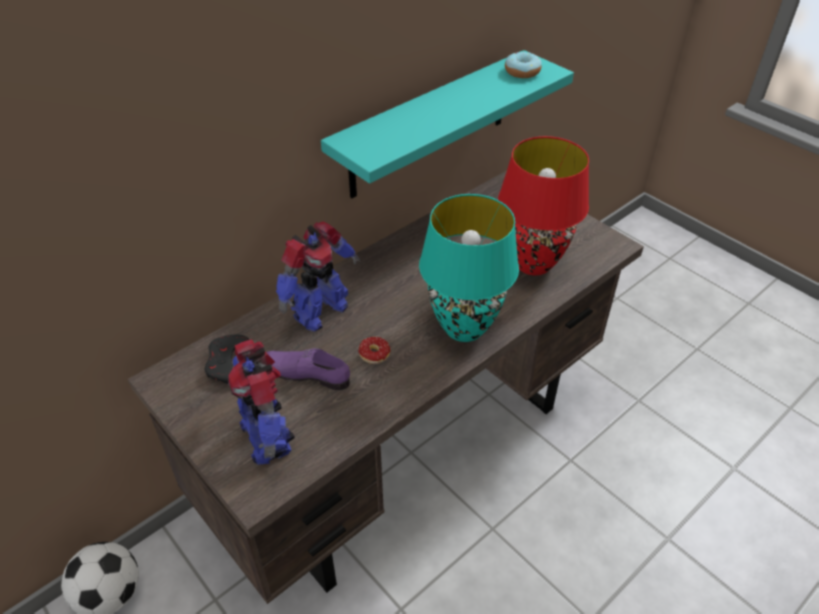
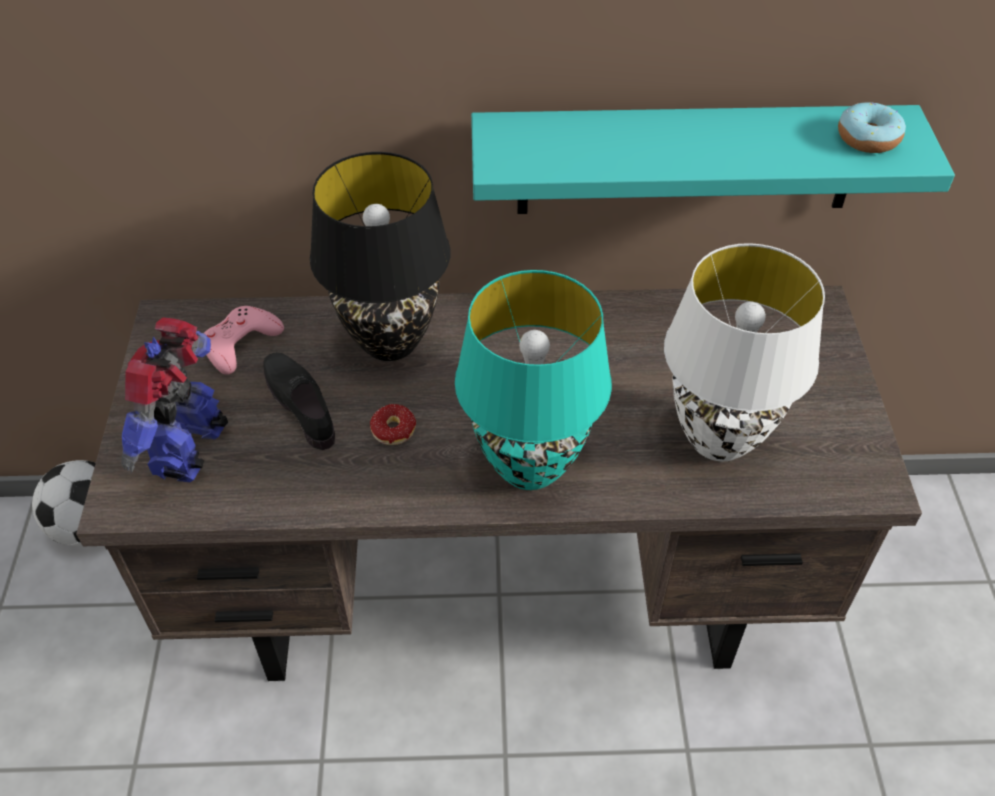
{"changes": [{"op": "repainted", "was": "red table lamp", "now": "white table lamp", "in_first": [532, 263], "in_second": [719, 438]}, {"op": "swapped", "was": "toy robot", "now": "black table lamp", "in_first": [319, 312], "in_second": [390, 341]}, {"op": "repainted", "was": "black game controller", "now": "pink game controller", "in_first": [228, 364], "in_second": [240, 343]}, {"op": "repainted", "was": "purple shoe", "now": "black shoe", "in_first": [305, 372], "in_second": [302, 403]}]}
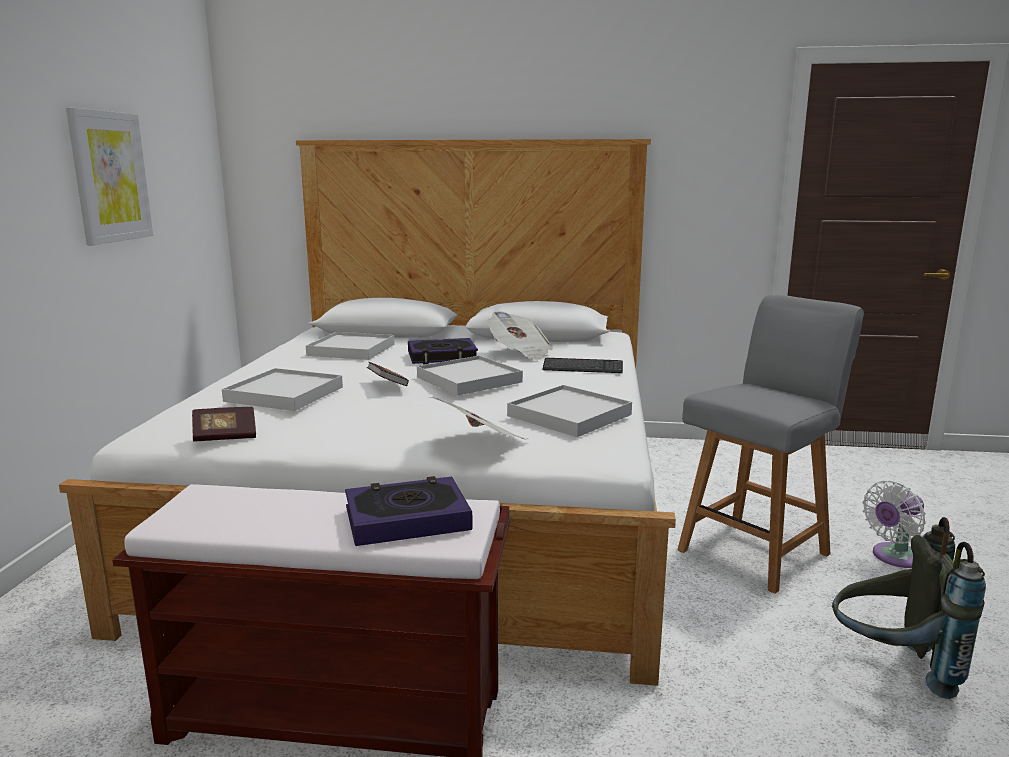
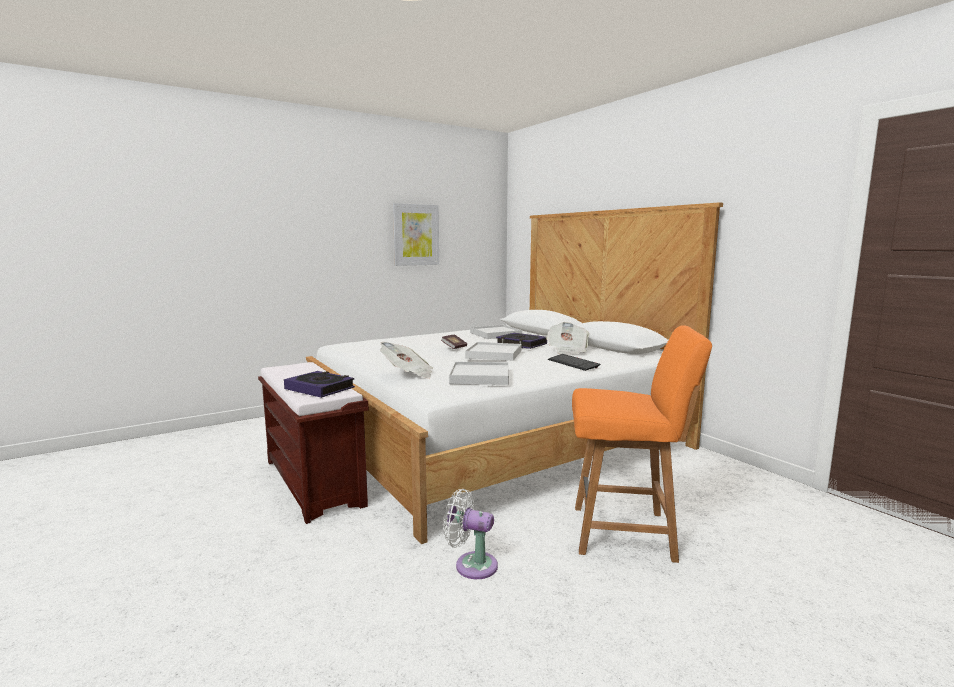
{"changes": [{"op": "repainted", "was": "grey chair", "now": "orange chair", "in_first": [756, 551], "in_second": [625, 533]}, {"op": "gone", "was": "white tray", "in_first": [284, 394]}, {"op": "gone", "was": "book", "in_first": [225, 436]}, {"op": "shifted", "was": "white fan", "in_first": [894, 557], "in_second": [472, 565]}, {"op": "gone", "was": "grey backpack", "in_first": [891, 667]}]}
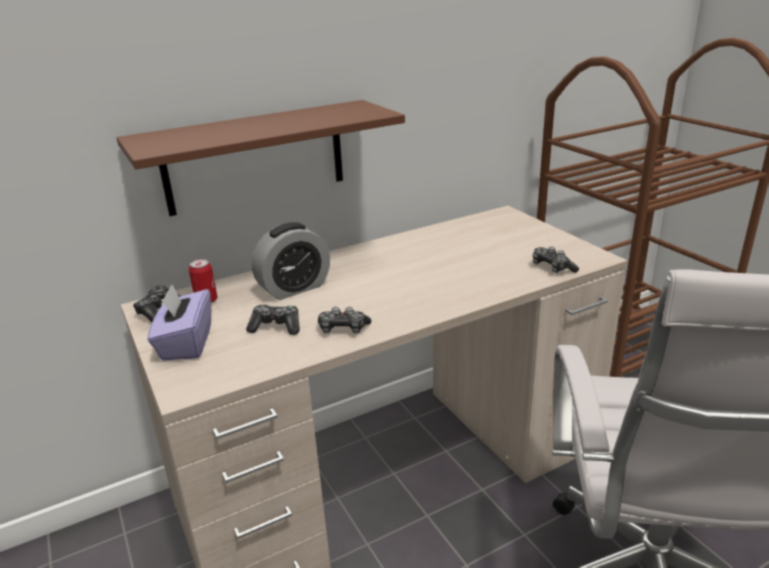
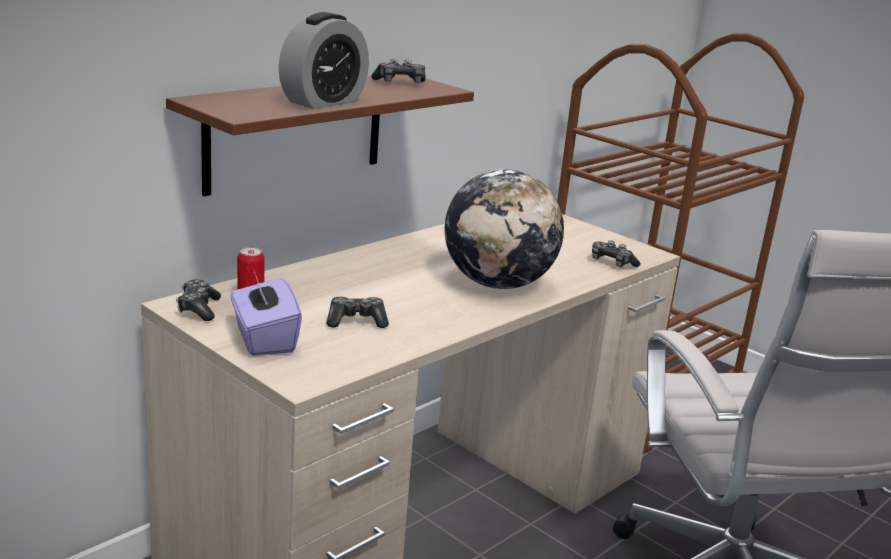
{"changes": [{"op": "shifted", "was": "alarm clock", "in_first": [294, 288], "in_second": [323, 102]}, {"op": "shifted", "was": "game controller", "in_first": [343, 329], "in_second": [400, 83]}, {"op": "new", "now": "globe", "in_second": [498, 284]}]}
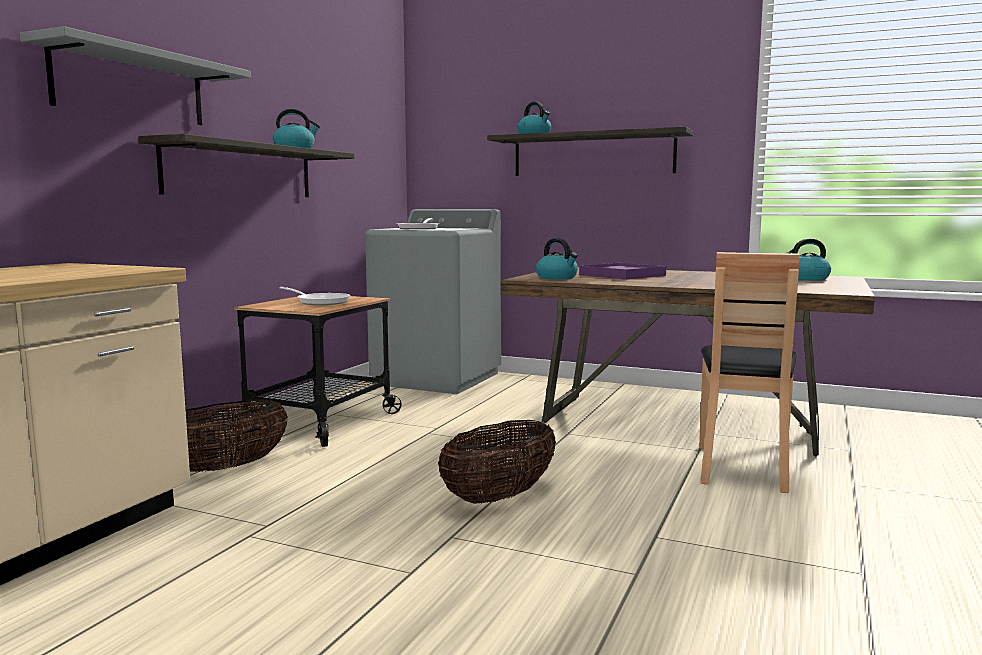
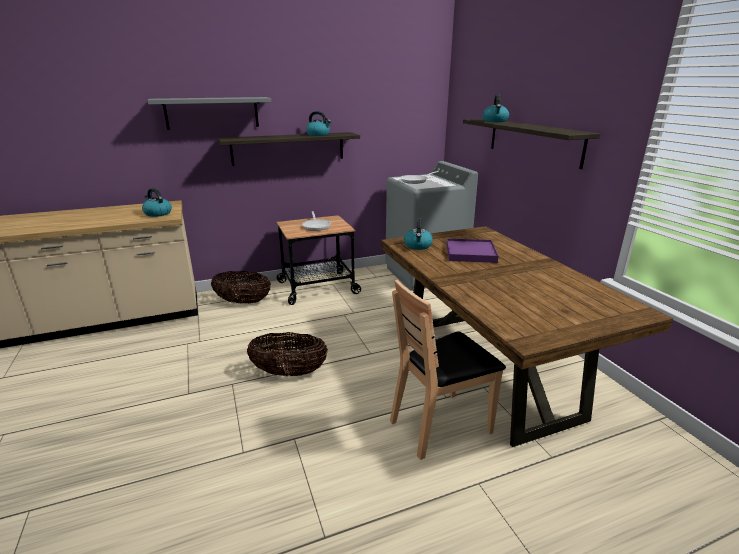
{"changes": [{"op": "shifted", "was": "kettle", "in_first": [806, 279], "in_second": [157, 213]}]}
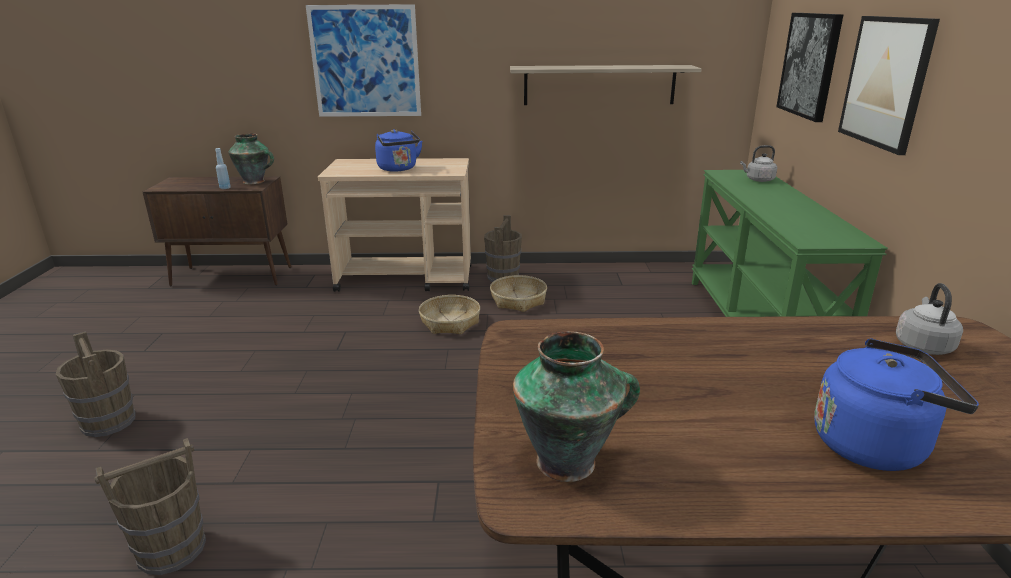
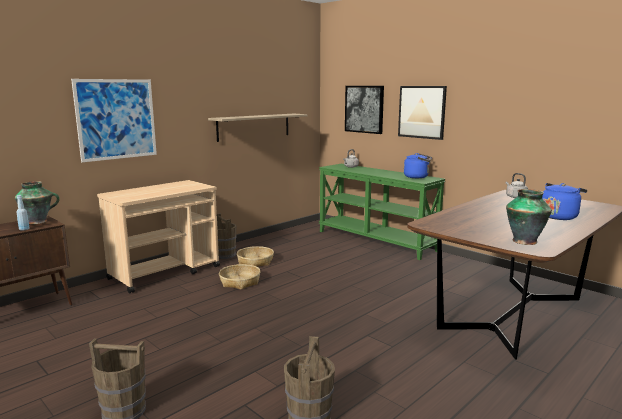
{"changes": [{"op": "shifted", "was": "blue kettle", "in_first": [398, 169], "in_second": [417, 177]}]}
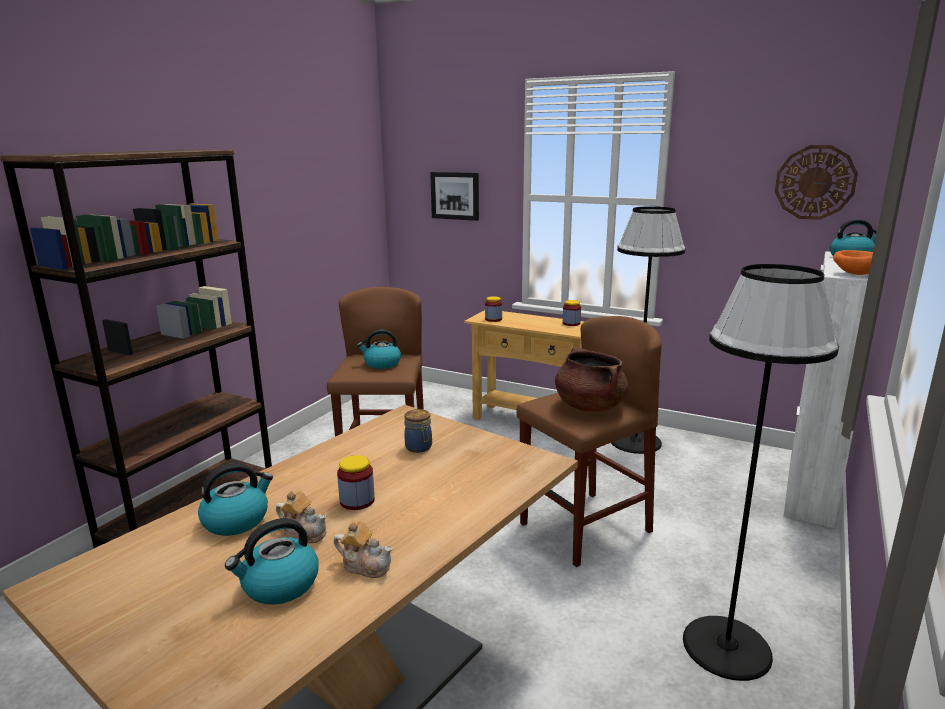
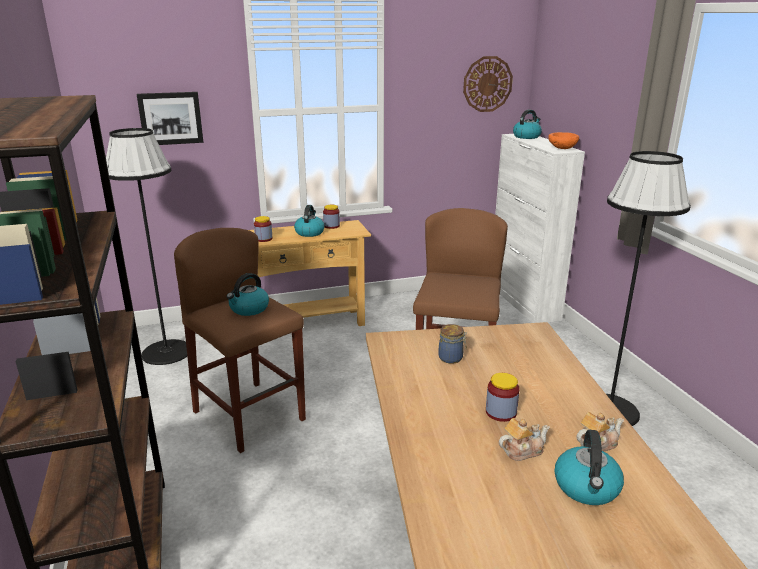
{"changes": [{"op": "shifted", "was": "black floor lamp", "in_first": [635, 441], "in_second": [167, 352]}, {"op": "gone", "was": "brown cooking pot", "in_first": [589, 406]}, {"op": "shifted", "was": "kettle", "in_first": [237, 520], "in_second": [309, 232]}]}
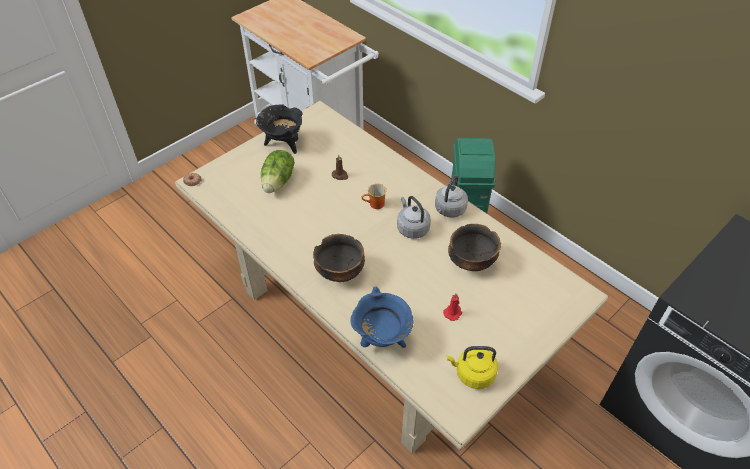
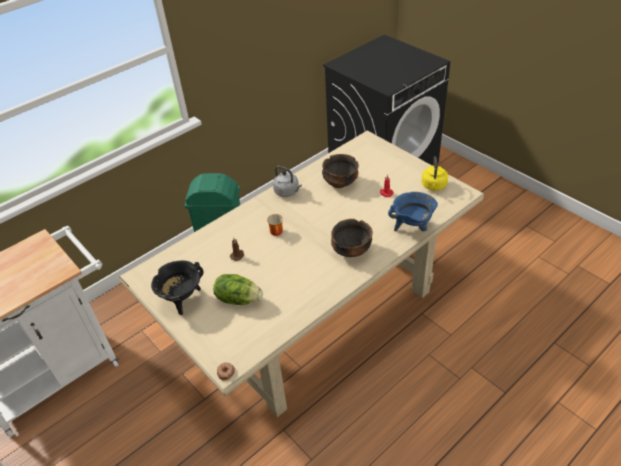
{"changes": [{"op": "gone", "was": "grey kettle", "in_first": [412, 228]}]}
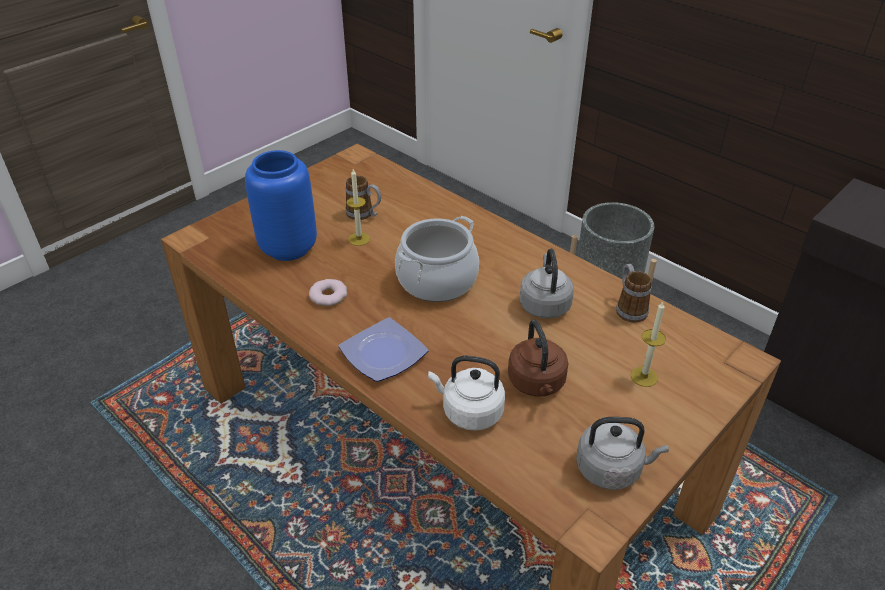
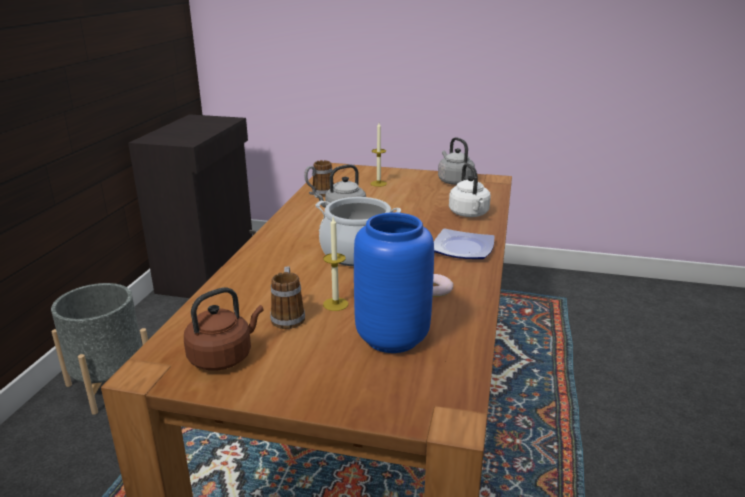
{"changes": [{"op": "shifted", "was": "brown kettle", "in_first": [537, 384], "in_second": [223, 357]}]}
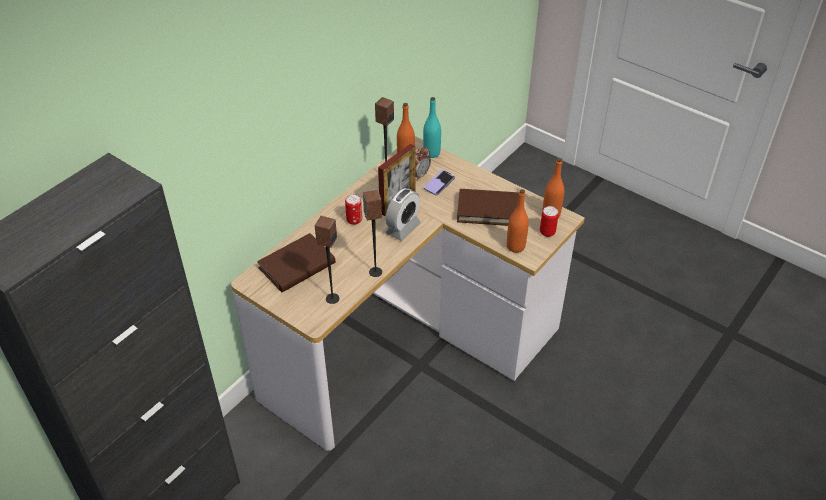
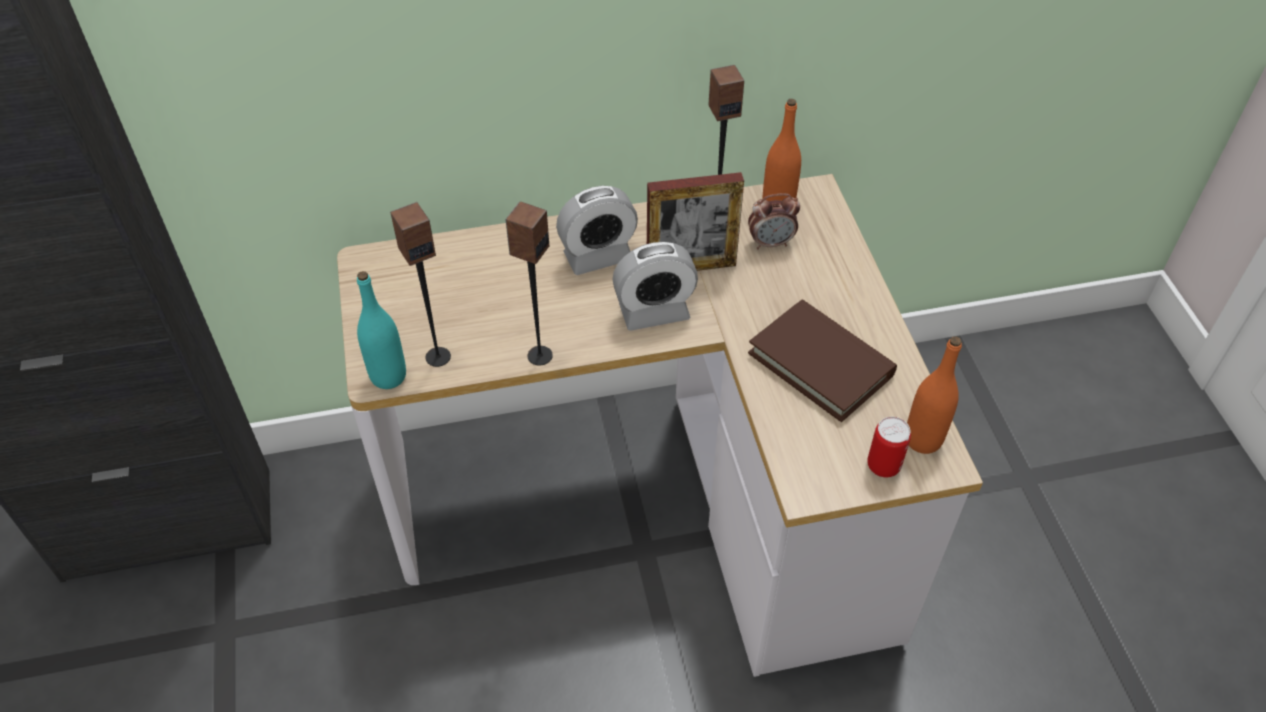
{"changes": [{"op": "shifted", "was": "turquoise bottle", "in_first": [431, 153], "in_second": [388, 376]}, {"op": "gone", "was": "phone", "in_first": [439, 183]}, {"op": "gone", "was": "orange bottle", "in_first": [515, 247]}, {"op": "swapped", "was": "can", "now": "alarm clock", "in_first": [354, 220], "in_second": [598, 256]}, {"op": "gone", "was": "brown book", "in_first": [297, 266]}]}
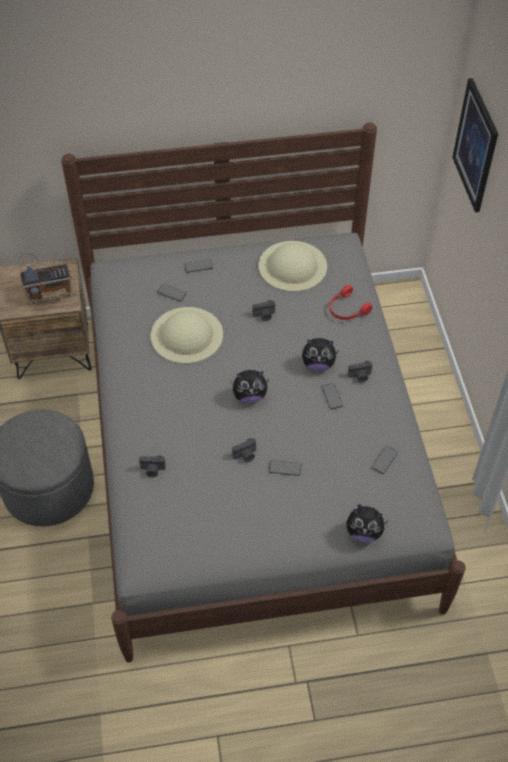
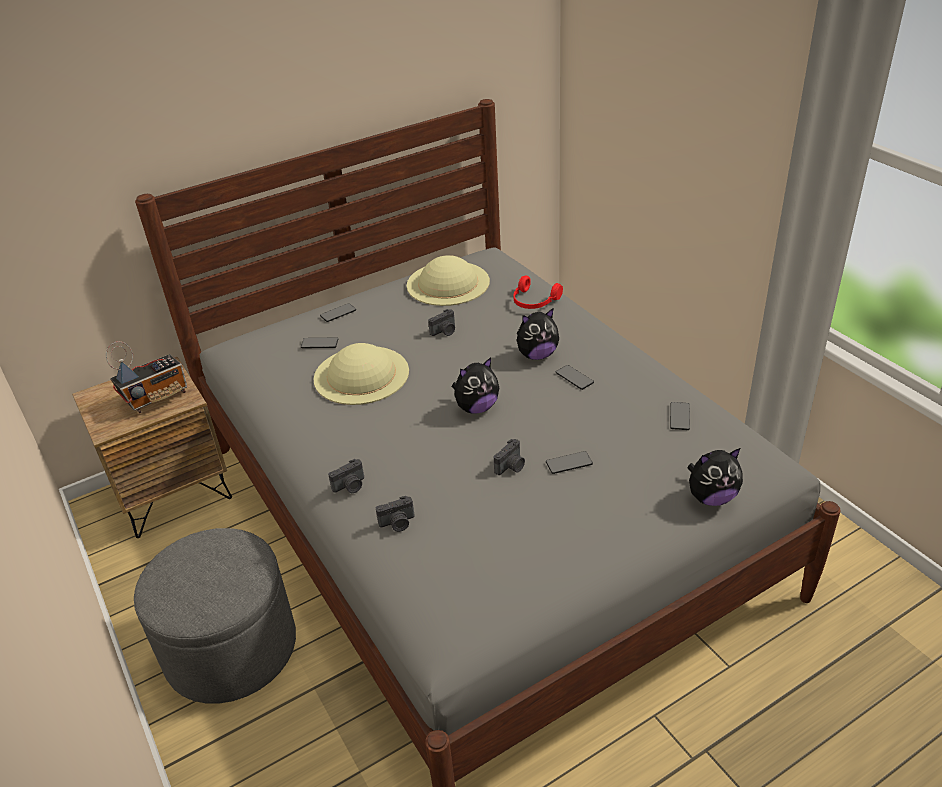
{"changes": [{"op": "gone", "was": "picture", "in_first": [476, 146]}, {"op": "shifted", "was": "photo camera", "in_first": [360, 376], "in_second": [350, 486]}]}
